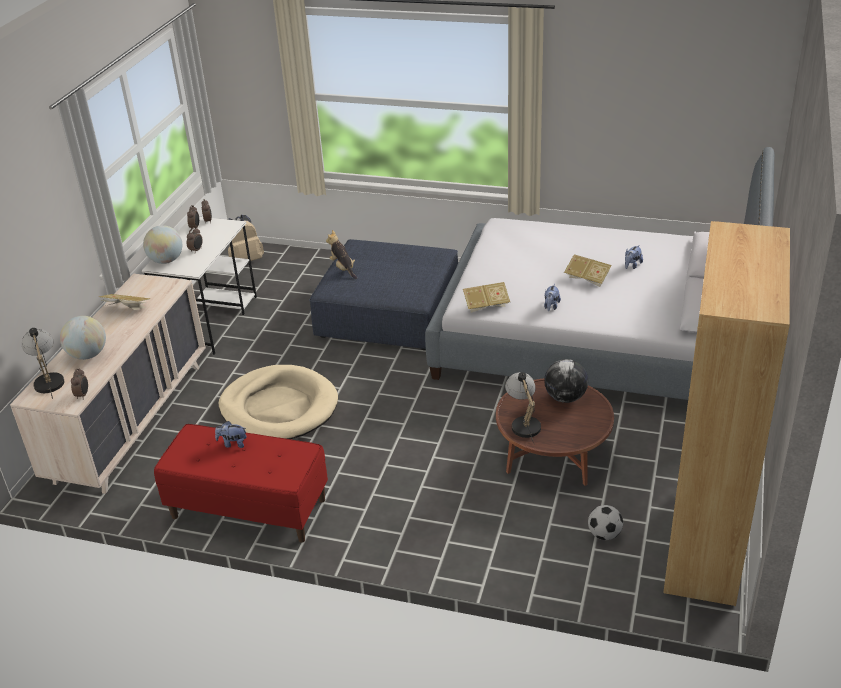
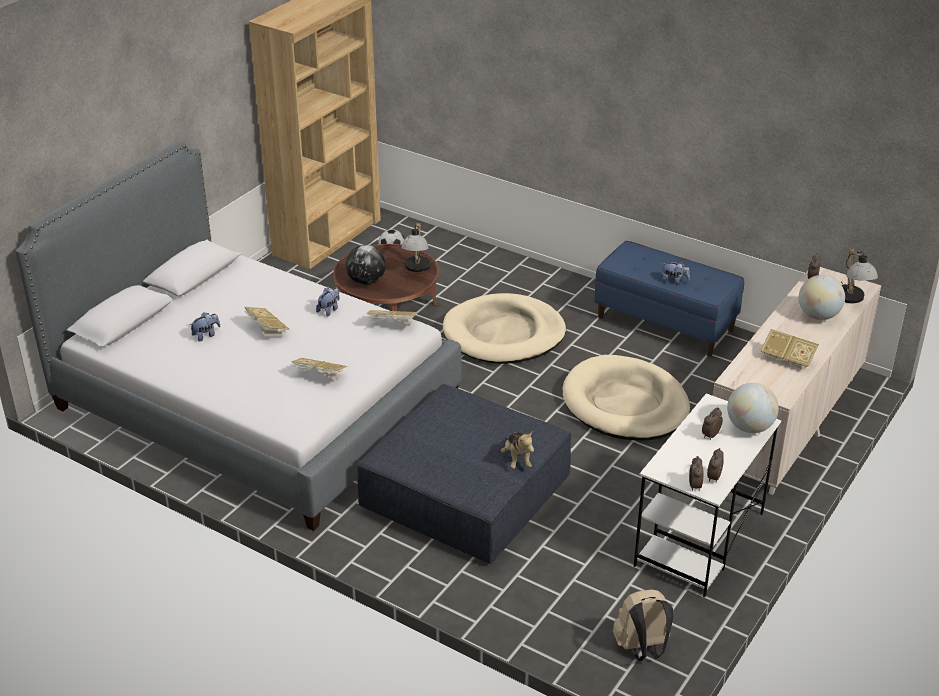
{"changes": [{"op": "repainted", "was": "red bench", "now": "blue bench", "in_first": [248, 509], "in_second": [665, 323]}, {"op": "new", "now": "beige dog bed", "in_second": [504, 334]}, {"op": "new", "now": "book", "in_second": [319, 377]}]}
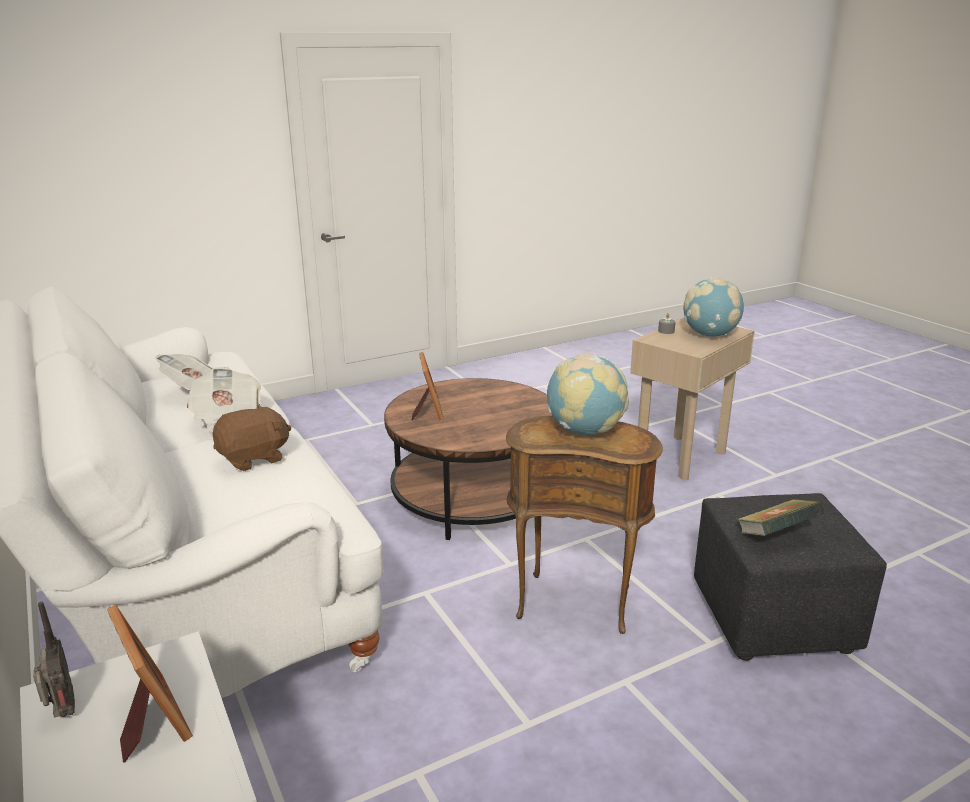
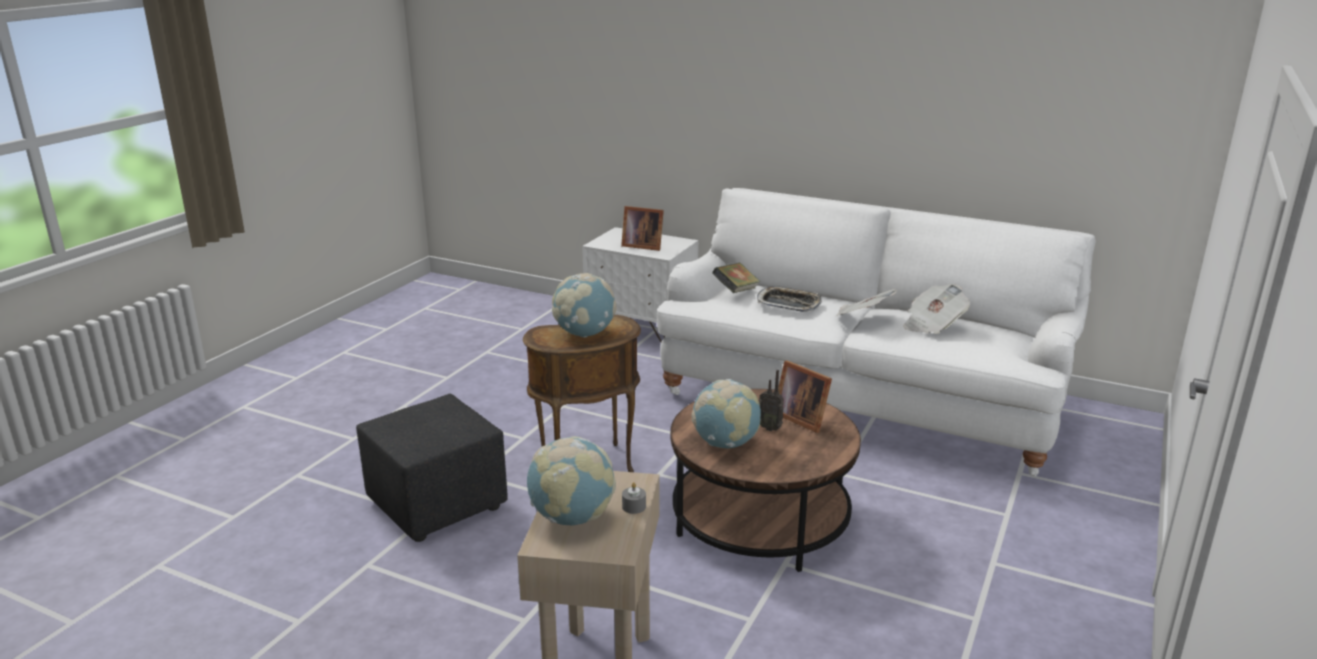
{"changes": [{"op": "swapped", "was": "brown plush toy", "now": "tray", "in_first": [254, 458], "in_second": [788, 304]}, {"op": "shifted", "was": "book", "in_first": [776, 536], "in_second": [736, 291]}, {"op": "shifted", "was": "radio", "in_first": [62, 713], "in_second": [769, 428]}, {"op": "new", "now": "globe", "in_second": [725, 444]}]}
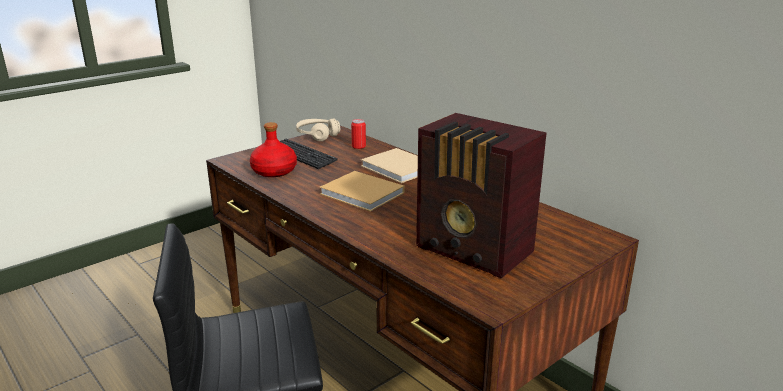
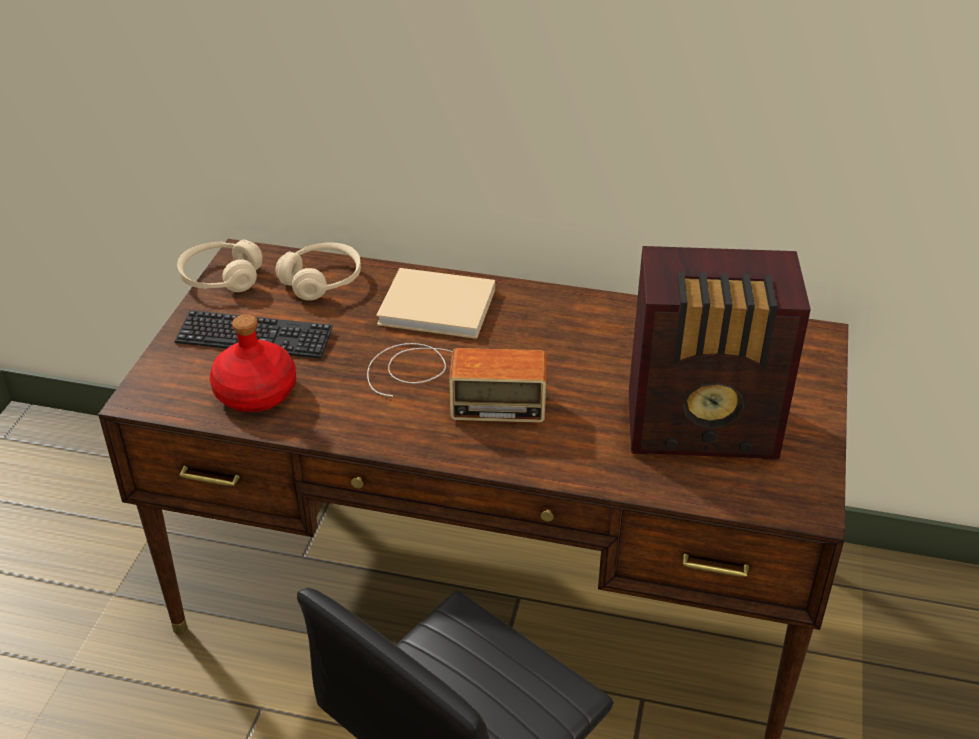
{"changes": [{"op": "swapped", "was": "can", "now": "beige headphones", "in_first": [358, 146], "in_second": [322, 281]}, {"op": "swapped", "was": "beige book", "now": "radio", "in_first": [364, 194], "in_second": [451, 384]}]}
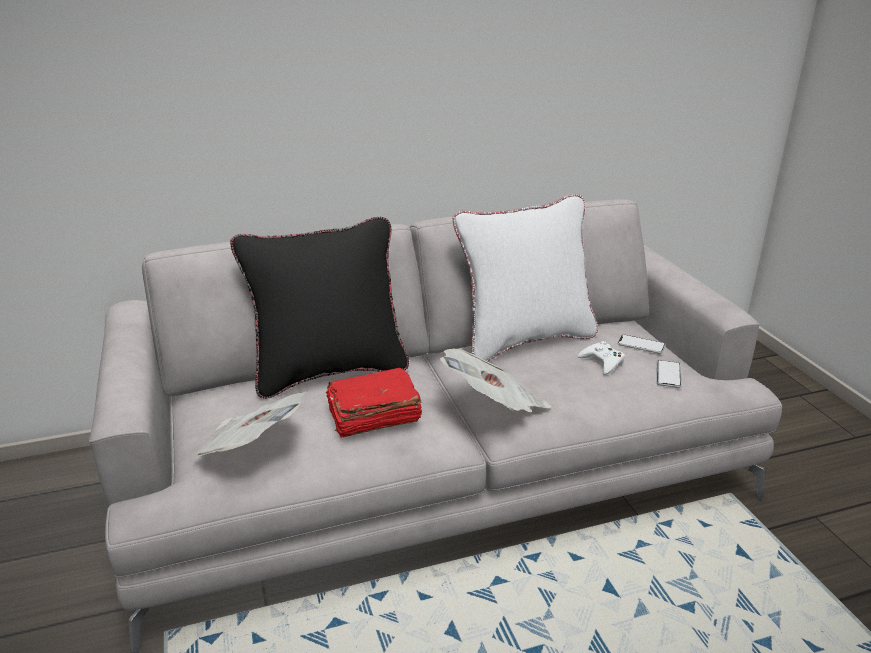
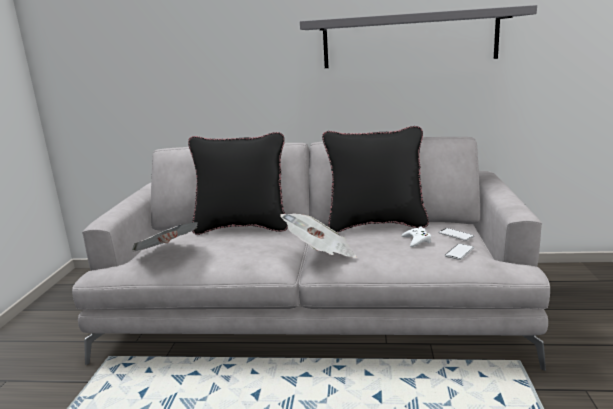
{"changes": [{"op": "repainted", "was": "white pillow", "now": "black pillow", "in_first": [525, 339], "in_second": [376, 224]}, {"op": "gone", "was": "red book", "in_first": [372, 416]}, {"op": "new", "now": "grey shelf", "in_second": [409, 39]}]}
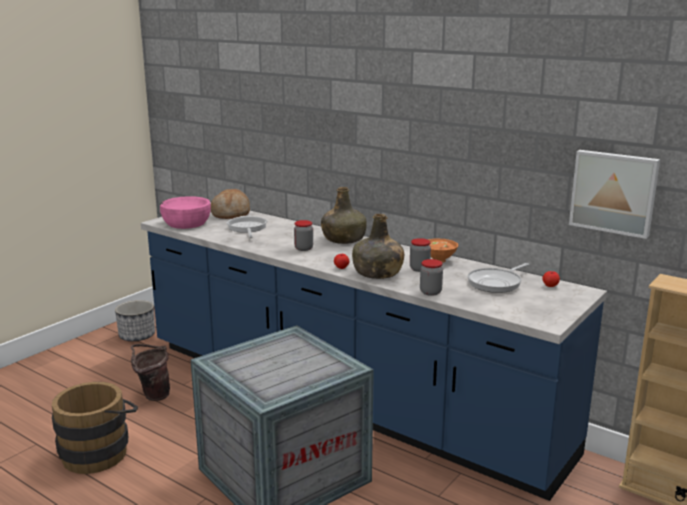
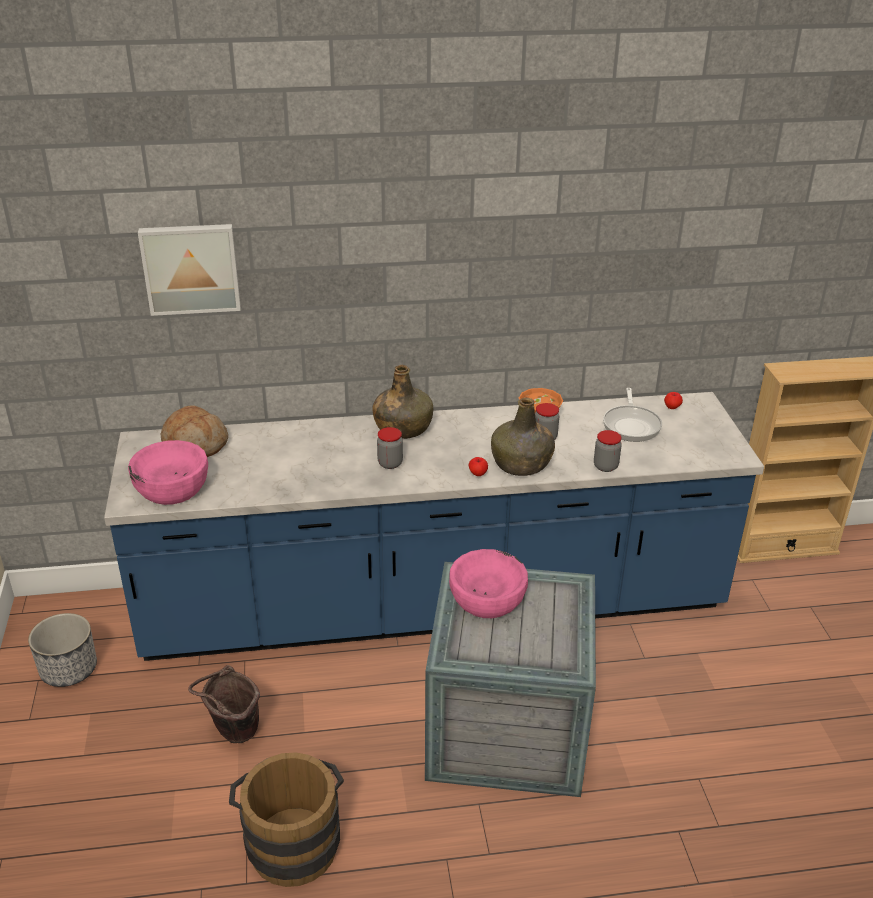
{"changes": [{"op": "shifted", "was": "picture", "in_first": [614, 192], "in_second": [191, 268]}, {"op": "gone", "was": "frying pan", "in_first": [247, 228]}, {"op": "new", "now": "pink bowl", "in_second": [487, 599]}]}
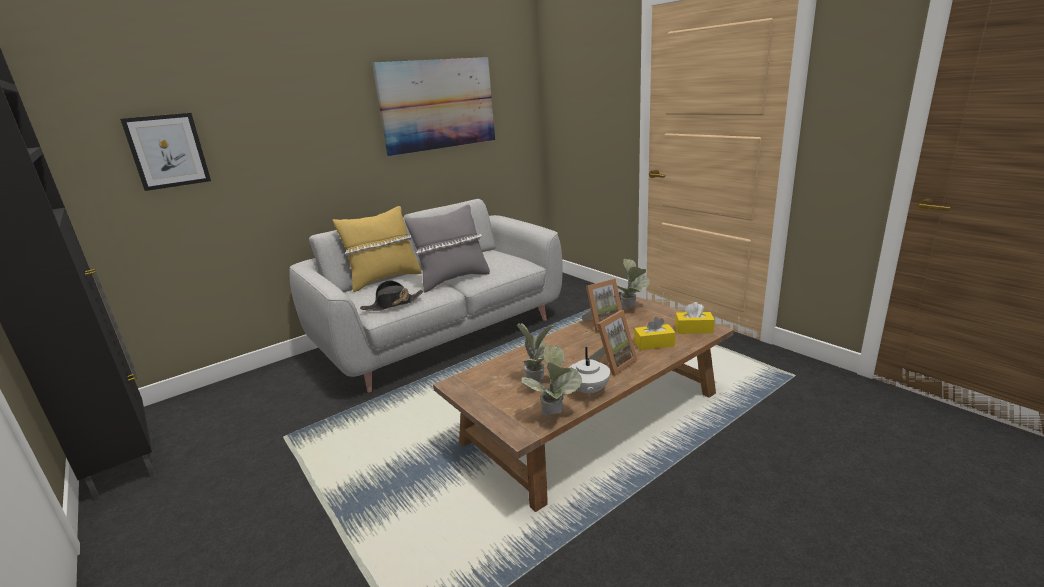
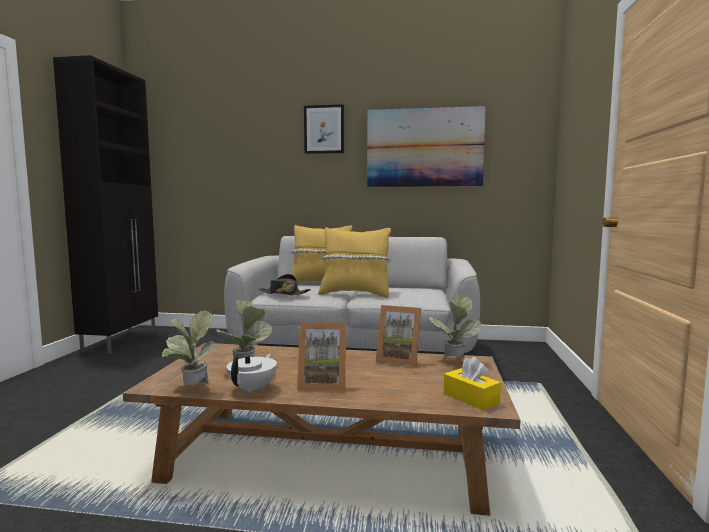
{"changes": [{"op": "shifted", "was": "picture", "in_first": [167, 151], "in_second": [324, 129]}, {"op": "repainted", "was": "grey pillow", "now": "yellow pillow", "in_first": [452, 280], "in_second": [355, 294]}, {"op": "gone", "was": "yellow tissue box", "in_first": [654, 344]}, {"op": "rotated", "was": "white teapot", "in_first": [588, 391], "in_second": [253, 389], "clockwise": 150}]}
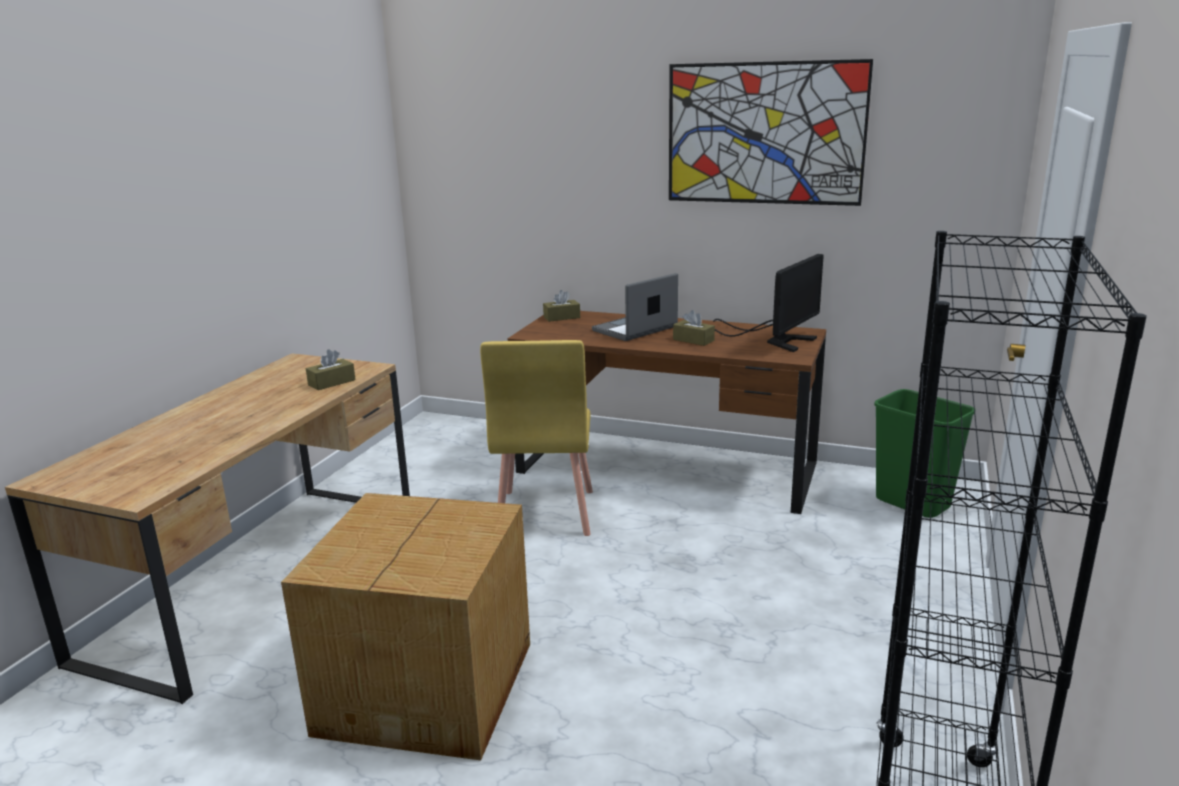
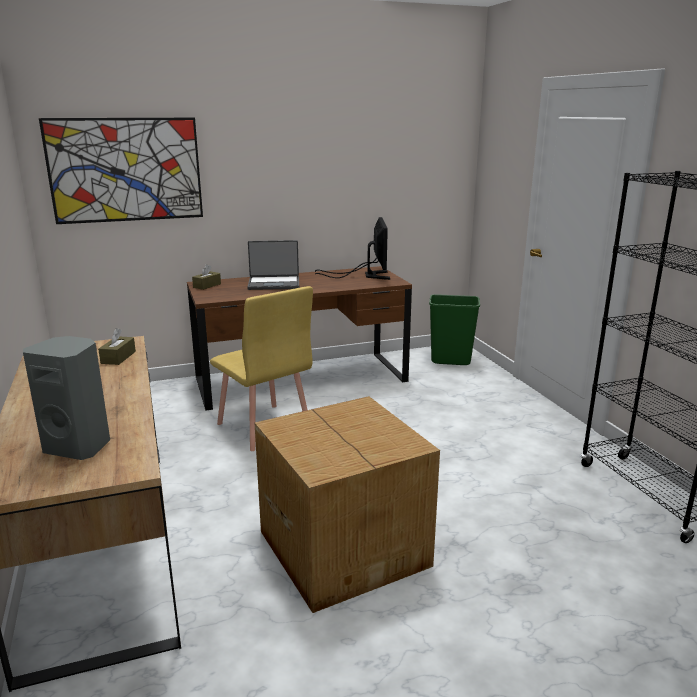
{"changes": [{"op": "shifted", "was": "picture", "in_first": [764, 134], "in_second": [125, 170]}, {"op": "rotated", "was": "laptop", "in_first": [635, 329], "in_second": [274, 284], "clockwise": -105}, {"op": "gone", "was": "brown tissue box", "in_first": [693, 340]}, {"op": "new", "now": "grey speaker", "in_second": [79, 446]}]}
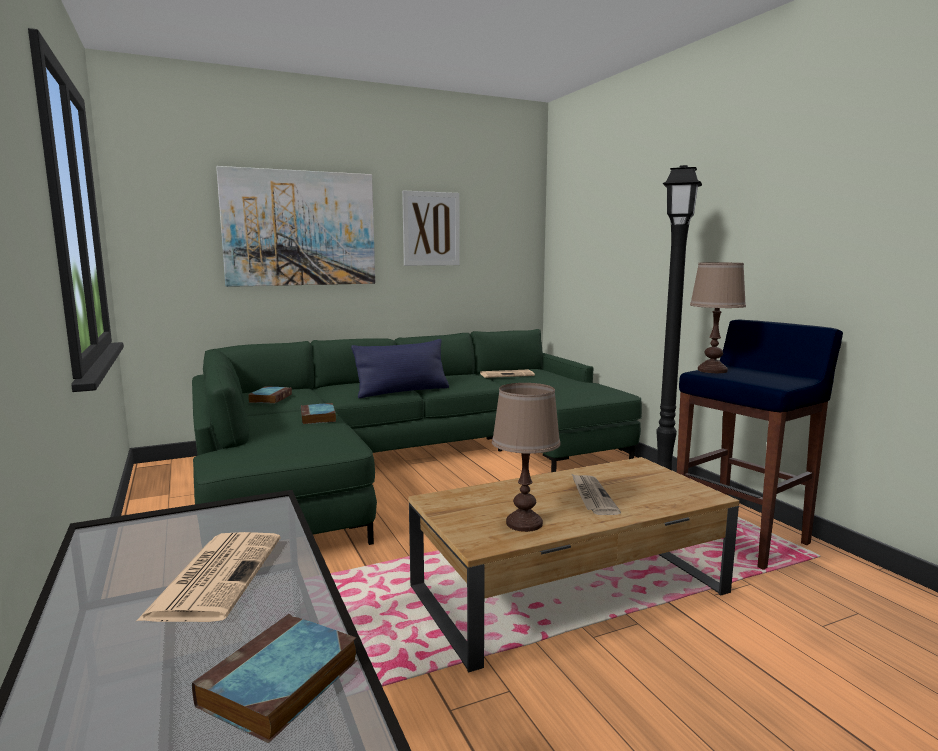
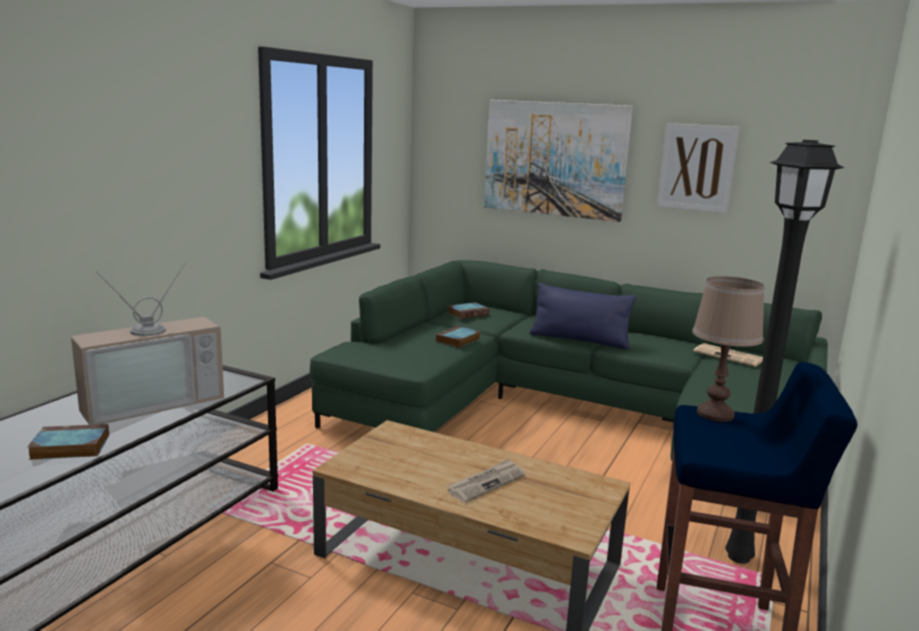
{"changes": [{"op": "gone", "was": "brown table lamp", "in_first": [523, 523]}, {"op": "swapped", "was": "newspaper", "now": "television", "in_first": [216, 575], "in_second": [152, 401]}]}
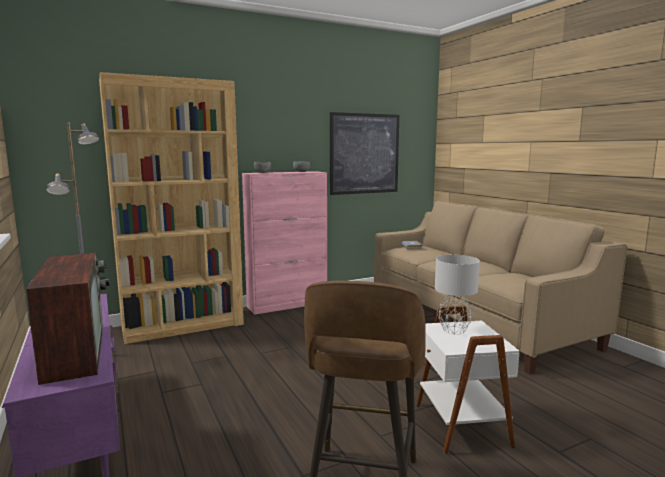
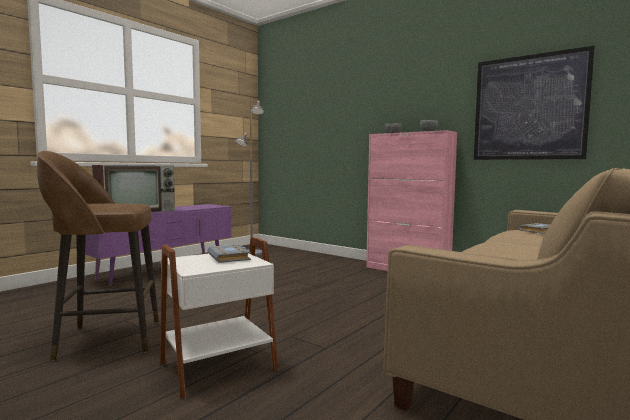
{"changes": [{"op": "gone", "was": "brown bookcase", "in_first": [183, 325]}, {"op": "swapped", "was": "grey table lamp", "now": "grey book", "in_first": [454, 330], "in_second": [230, 257]}]}
